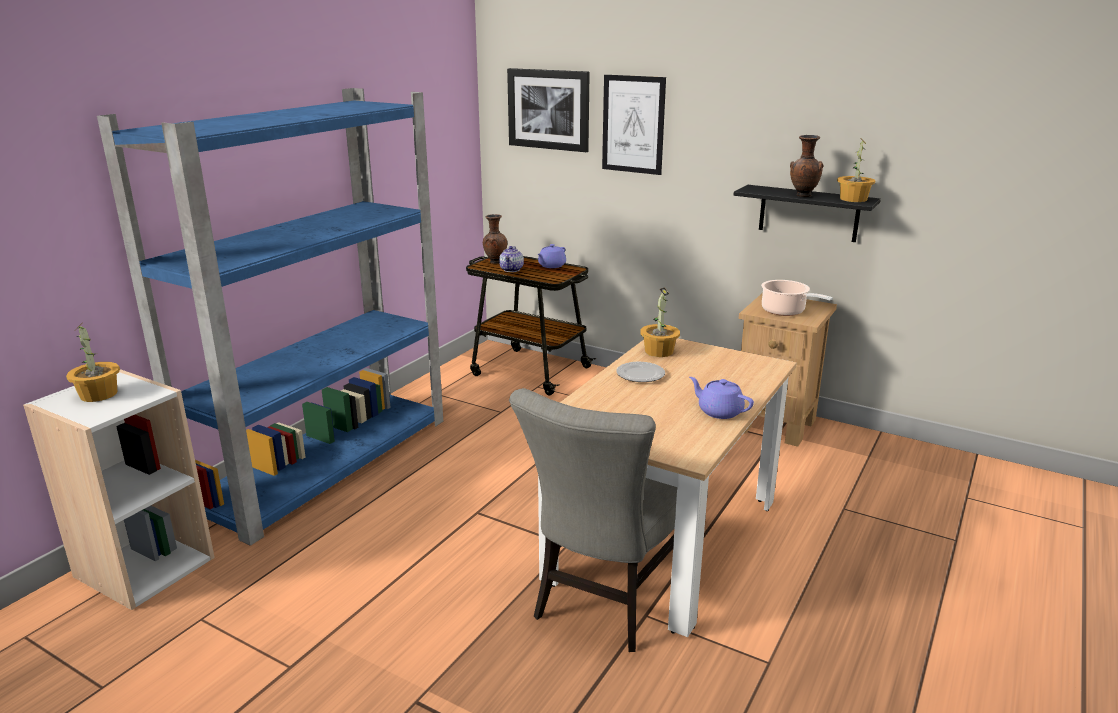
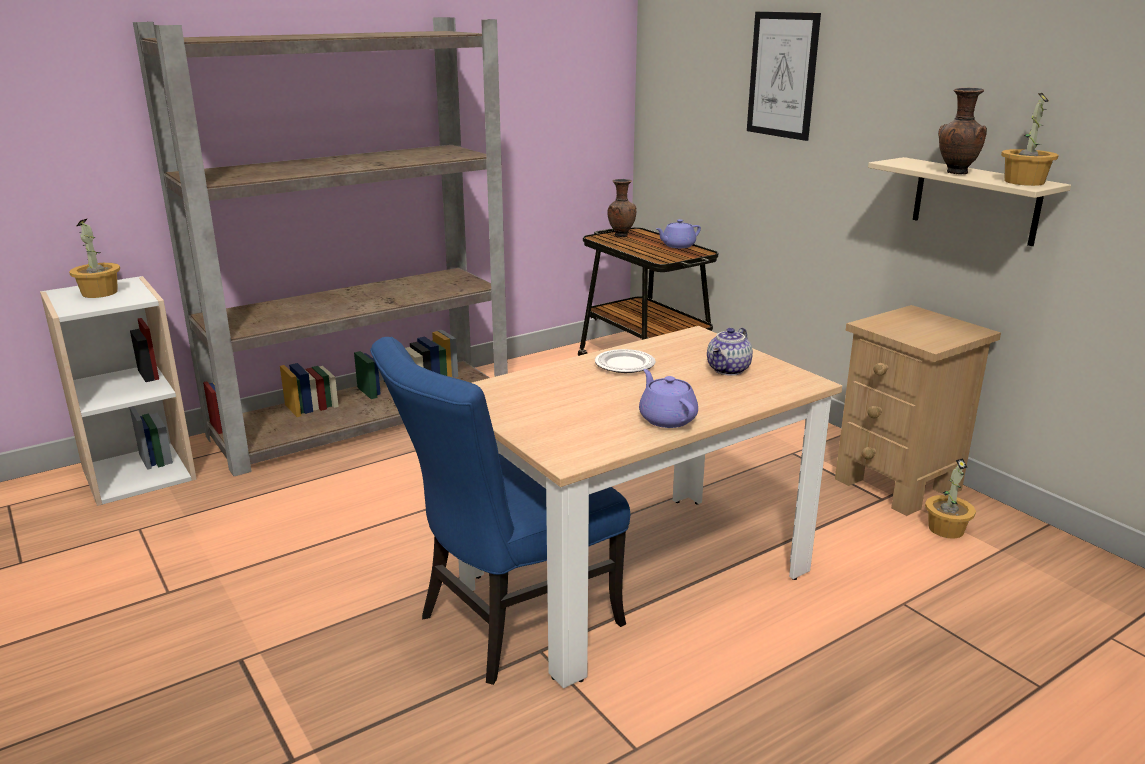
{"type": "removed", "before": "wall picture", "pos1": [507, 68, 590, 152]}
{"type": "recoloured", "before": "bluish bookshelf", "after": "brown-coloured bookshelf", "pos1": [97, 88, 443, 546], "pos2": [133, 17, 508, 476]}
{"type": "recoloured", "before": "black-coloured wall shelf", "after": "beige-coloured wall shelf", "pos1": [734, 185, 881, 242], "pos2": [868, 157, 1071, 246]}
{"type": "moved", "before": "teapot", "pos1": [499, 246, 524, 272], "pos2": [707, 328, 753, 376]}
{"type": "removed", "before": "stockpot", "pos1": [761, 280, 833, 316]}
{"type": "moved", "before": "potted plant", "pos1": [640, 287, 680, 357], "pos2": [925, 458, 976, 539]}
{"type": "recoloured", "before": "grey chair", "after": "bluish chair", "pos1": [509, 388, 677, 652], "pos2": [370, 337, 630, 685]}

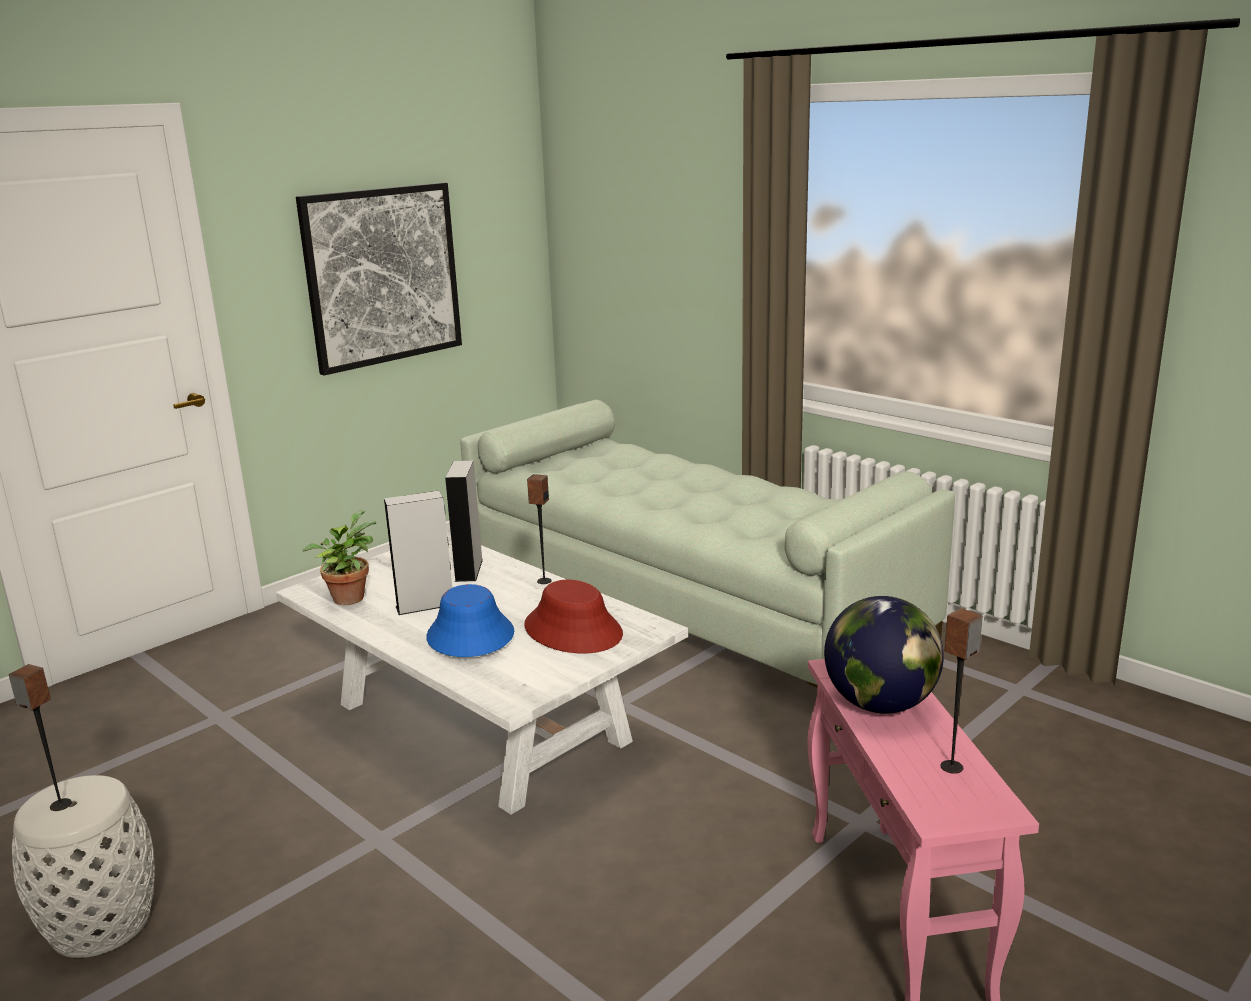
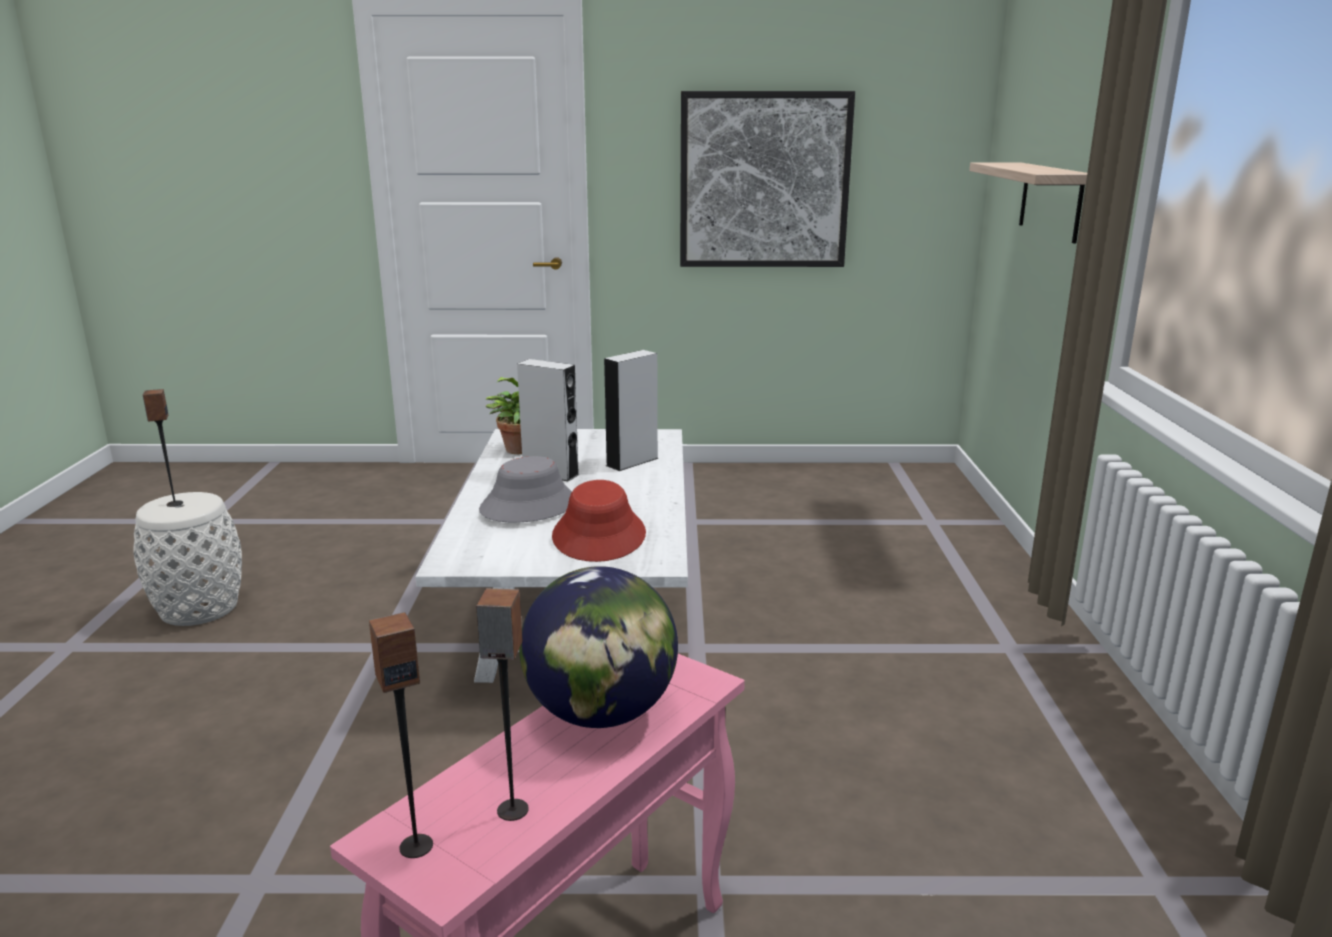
{"type": "removed", "before": "white sofa", "pos1": [460, 400, 955, 687]}
{"type": "moved", "before": "audio speaker", "pos1": [527, 474, 552, 584], "pos2": [369, 612, 433, 858]}
{"type": "recoloured", "before": "bluish clothing hat", "after": "grey clothing hat", "pos1": [426, 584, 514, 657], "pos2": [479, 456, 572, 523]}
{"type": "added", "after": "wall shelf", "pos2": [969, 162, 1087, 243]}

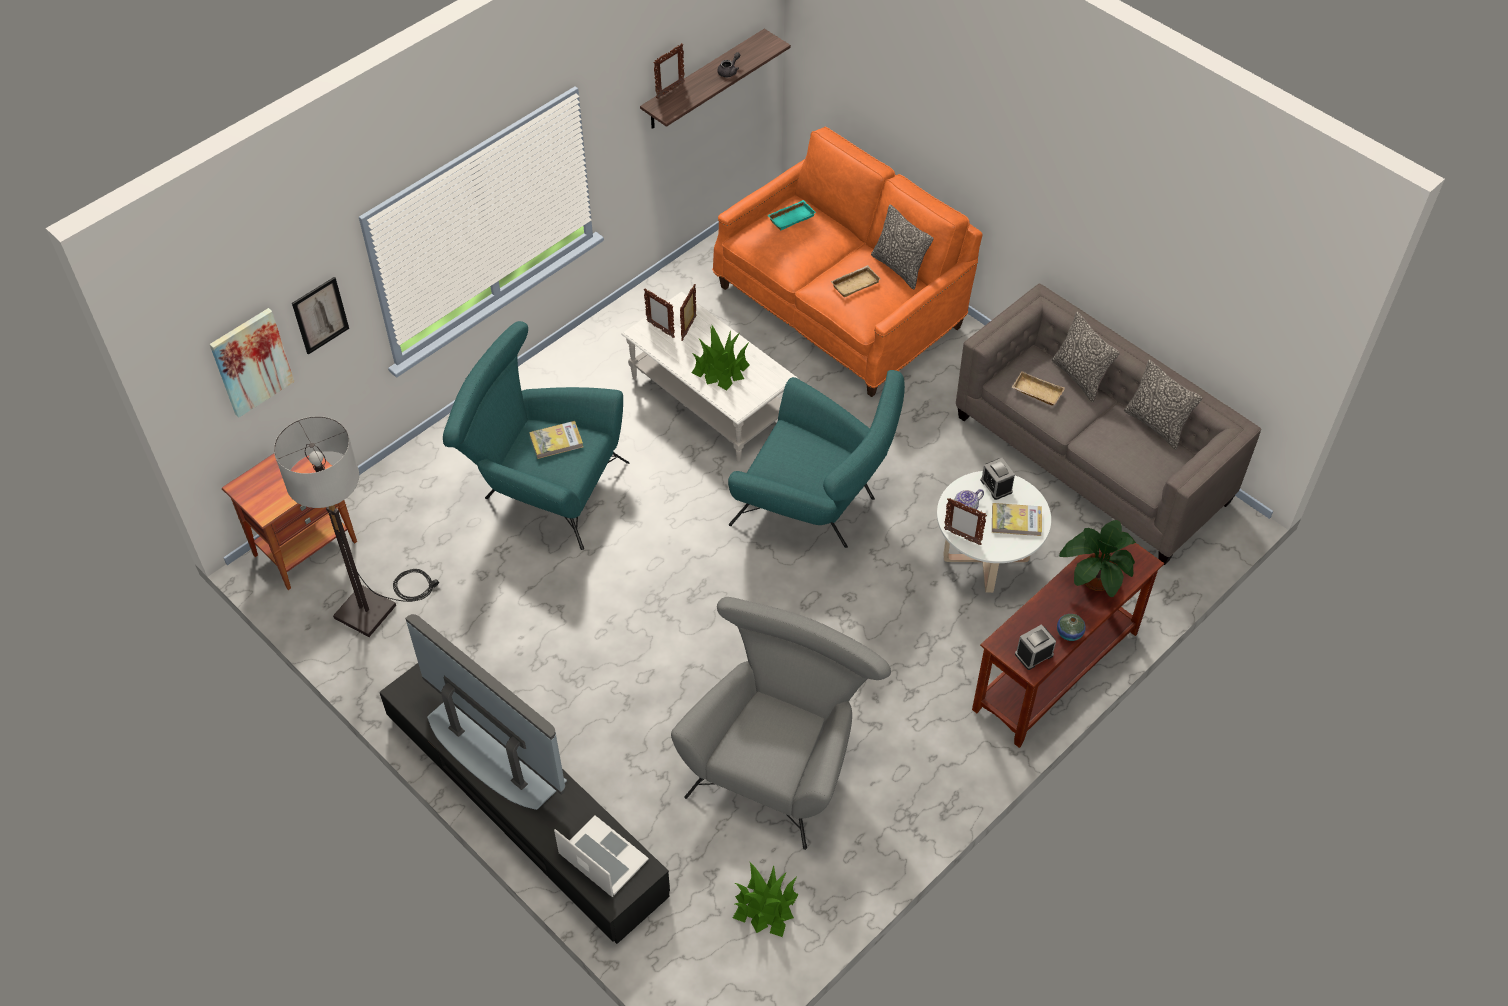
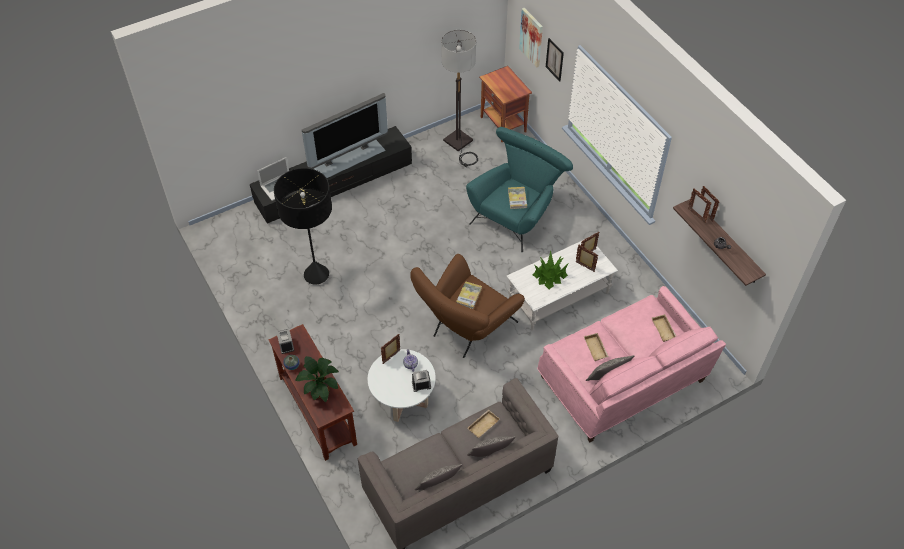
{"type": "recoloured", "before": "orange-coloured sofa", "after": "pink-coloured sofa", "pos1": [712, 127, 982, 397], "pos2": [537, 286, 726, 442]}
{"type": "recoloured", "before": "blue-green tray", "after": "beige-coloured tray", "pos1": [767, 200, 816, 230], "pos2": [652, 314, 676, 342]}
{"type": "recoloured", "before": "blue-green armchair", "after": "brown-coloured armchair", "pos1": [728, 370, 905, 548], "pos2": [410, 254, 525, 358]}
{"type": "moved", "before": "volume", "pos1": [992, 503, 1042, 536], "pos2": [456, 281, 482, 309]}
{"type": "replaced", "before": "grey armchair", "after": "black-coloured standing lamp", "pos1": [671, 597, 891, 850], "pos2": [274, 168, 332, 285]}
{"type": "removed", "before": "potted plant", "pos1": [733, 861, 798, 937]}
{"type": "added", "after": "standing frame", "pos2": [688, 188, 712, 223]}

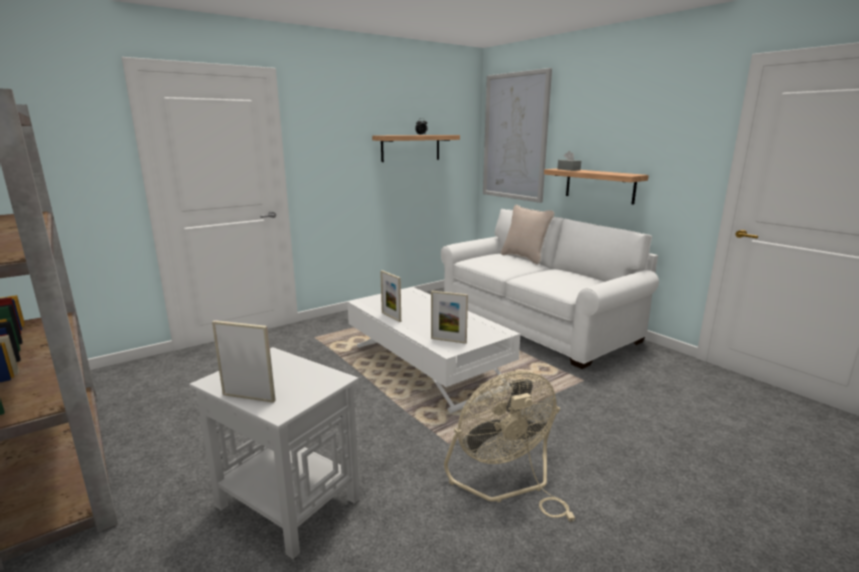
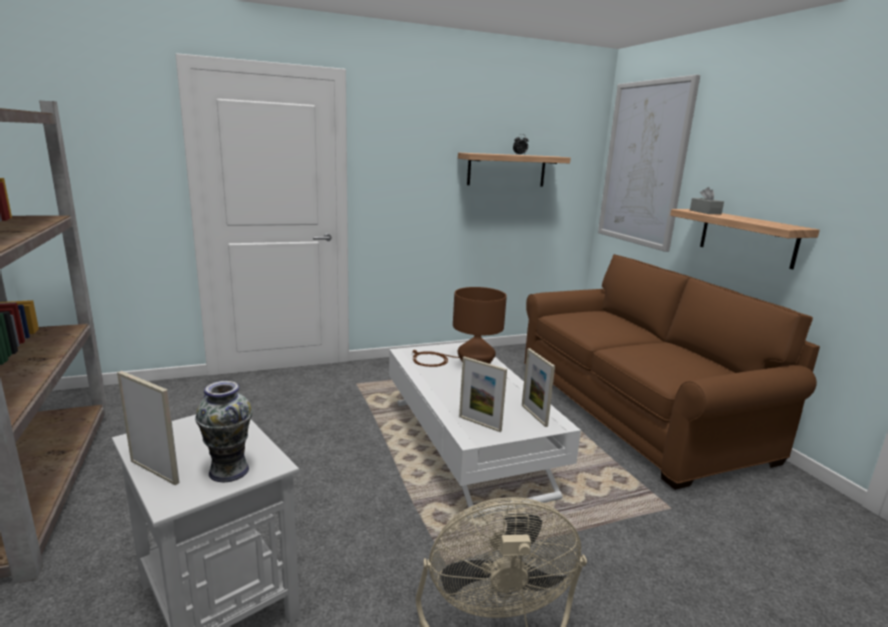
{"type": "removed", "before": "beige-coloured pillow", "pos1": [501, 205, 554, 264]}
{"type": "recoloured", "before": "white sofa", "after": "brown-coloured sofa", "pos1": [441, 209, 659, 369], "pos2": [524, 254, 820, 490]}
{"type": "moved", "before": "standing frame", "pos1": [380, 270, 401, 322], "pos2": [522, 348, 555, 427]}
{"type": "added", "after": "brown-coloured tabletop lamp", "pos2": [413, 287, 507, 367]}
{"type": "added", "after": "vase", "pos2": [195, 381, 253, 482]}

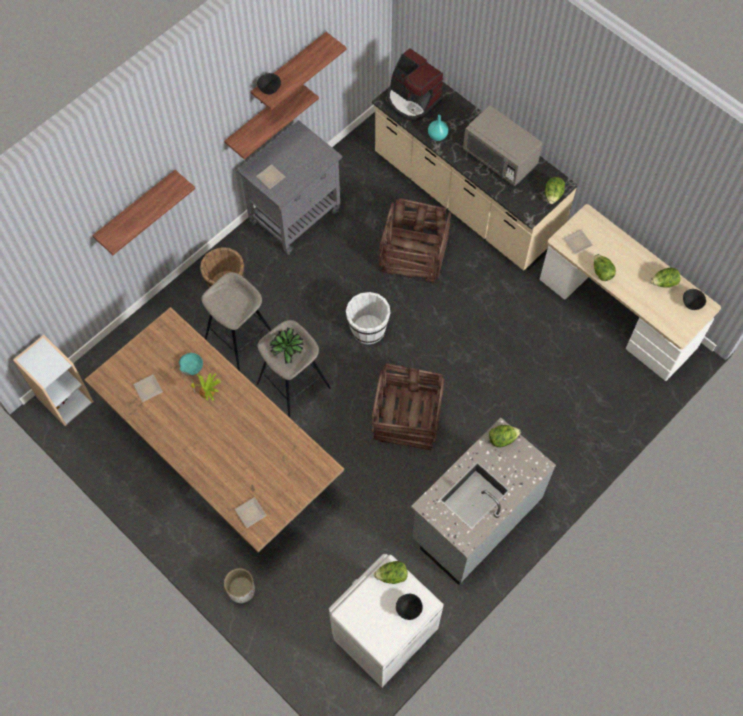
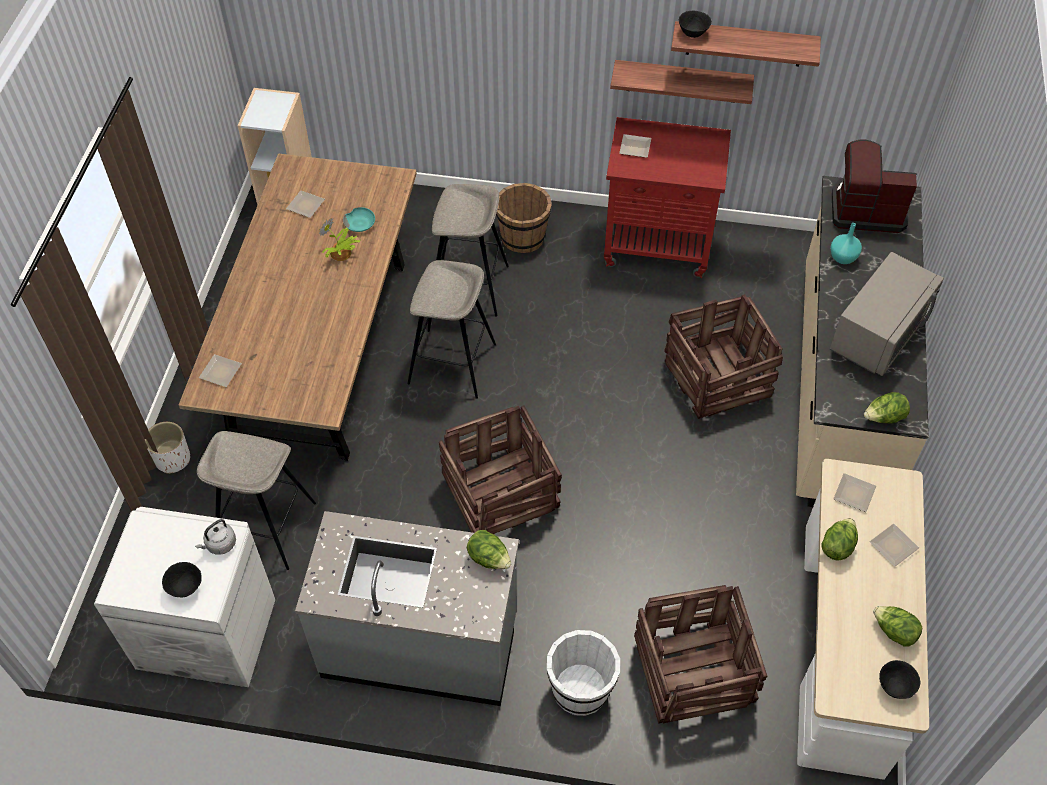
{"type": "turned", "before": "coffee machine", "pos1": [387, 48, 443, 121], "pos2": [832, 140, 917, 233], "turn": 90}
{"type": "turned", "before": "grey microwave oven", "pos1": [463, 105, 542, 186], "pos2": [830, 252, 944, 376], "turn": -150}
{"type": "recoloured", "before": "grey trolley", "after": "reddish trolley", "pos1": [237, 120, 342, 255], "pos2": [604, 117, 731, 278]}
{"type": "removed", "before": "wall shelf", "pos1": [92, 170, 195, 255]}
{"type": "moved", "before": "white pail", "pos1": [346, 292, 391, 344], "pos2": [547, 630, 620, 716]}
{"type": "removed", "before": "potted plant", "pos1": [270, 327, 304, 364]}
{"type": "replaced", "before": "lettuce", "after": "grey tea kettle", "pos1": [374, 561, 408, 584], "pos2": [195, 519, 236, 555]}
{"type": "added", "after": "grey stool seat", "pos2": [197, 431, 316, 570]}
{"type": "added", "after": "plate", "pos2": [870, 524, 919, 567]}
{"type": "added", "after": "packing crate", "pos2": [634, 585, 767, 724]}

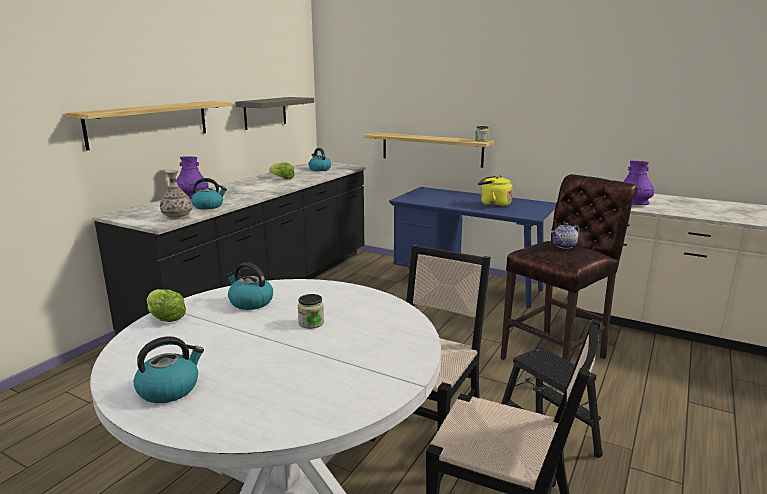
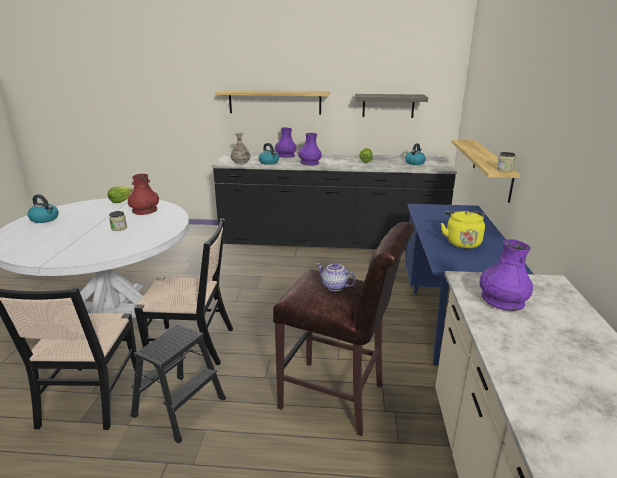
{"type": "replaced", "before": "tea kettle", "after": "reddish vase", "pos1": [227, 262, 273, 310], "pos2": [128, 174, 159, 215]}
{"type": "added", "after": "purple vase", "pos2": [298, 133, 322, 165]}

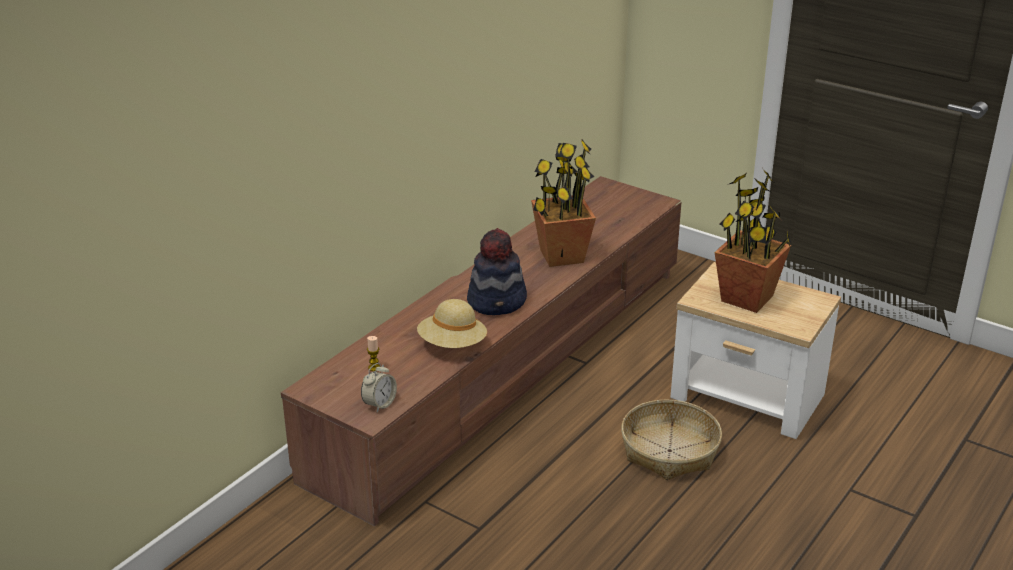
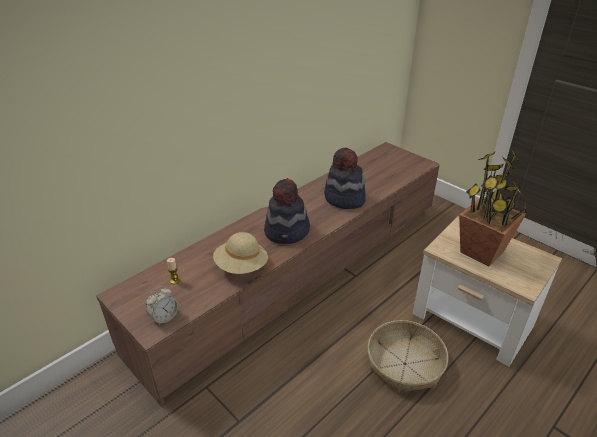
{"type": "replaced", "before": "potted plant", "after": "clothing hat", "pos1": [531, 139, 596, 267], "pos2": [324, 148, 366, 209]}

